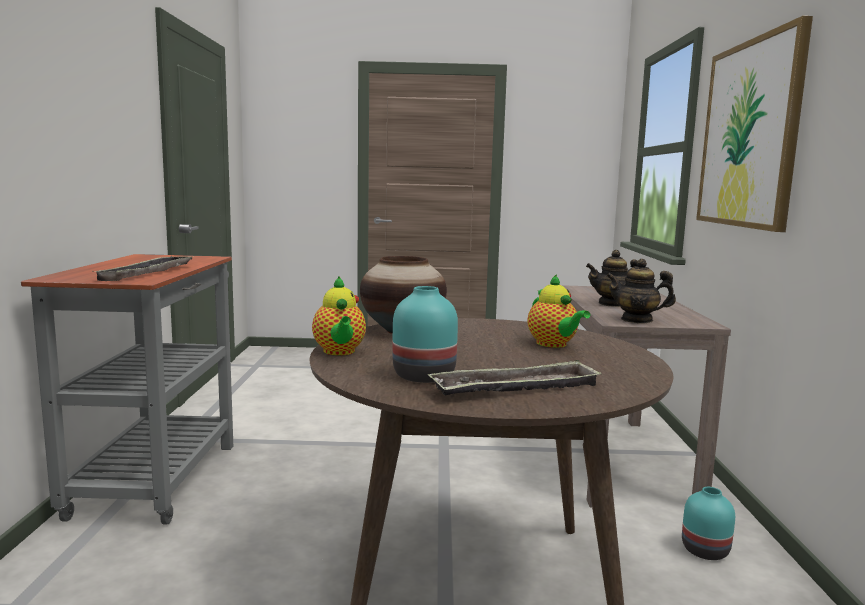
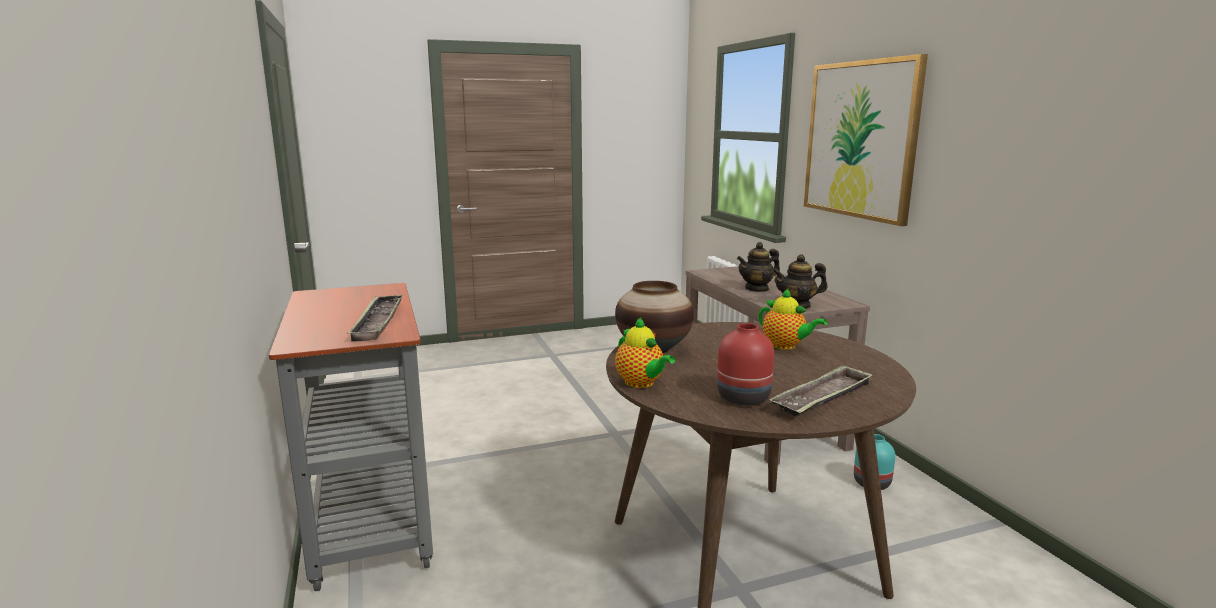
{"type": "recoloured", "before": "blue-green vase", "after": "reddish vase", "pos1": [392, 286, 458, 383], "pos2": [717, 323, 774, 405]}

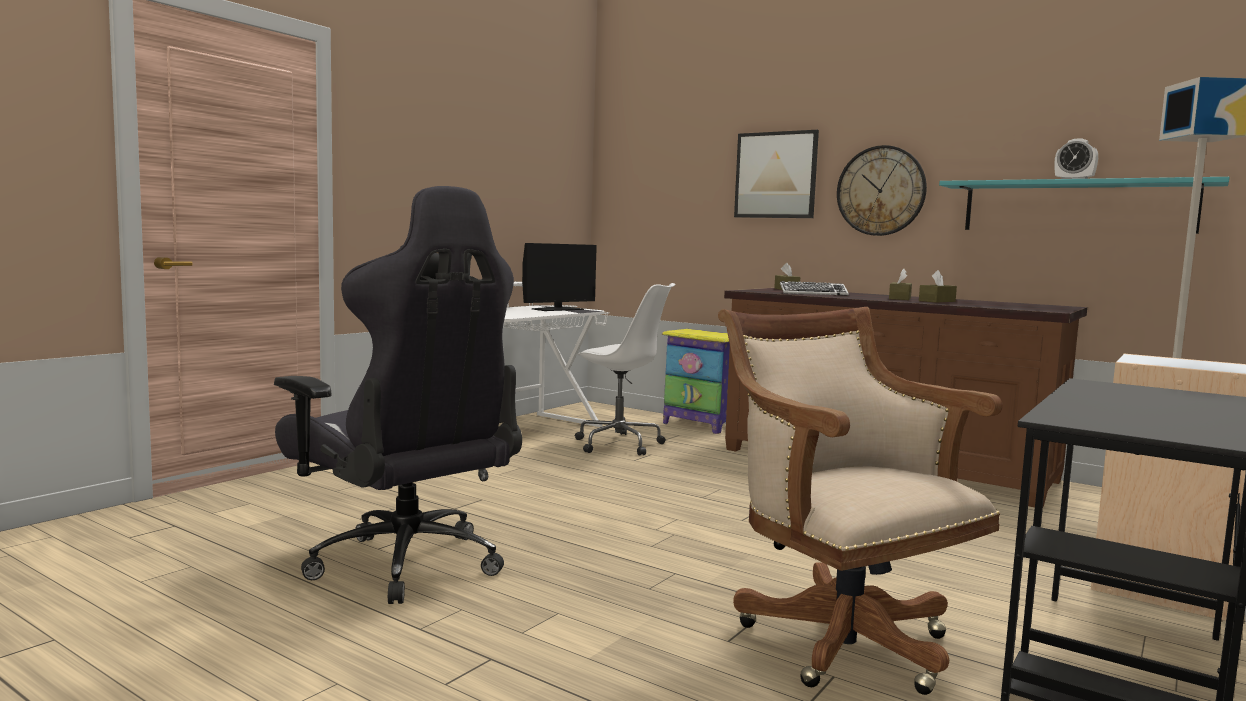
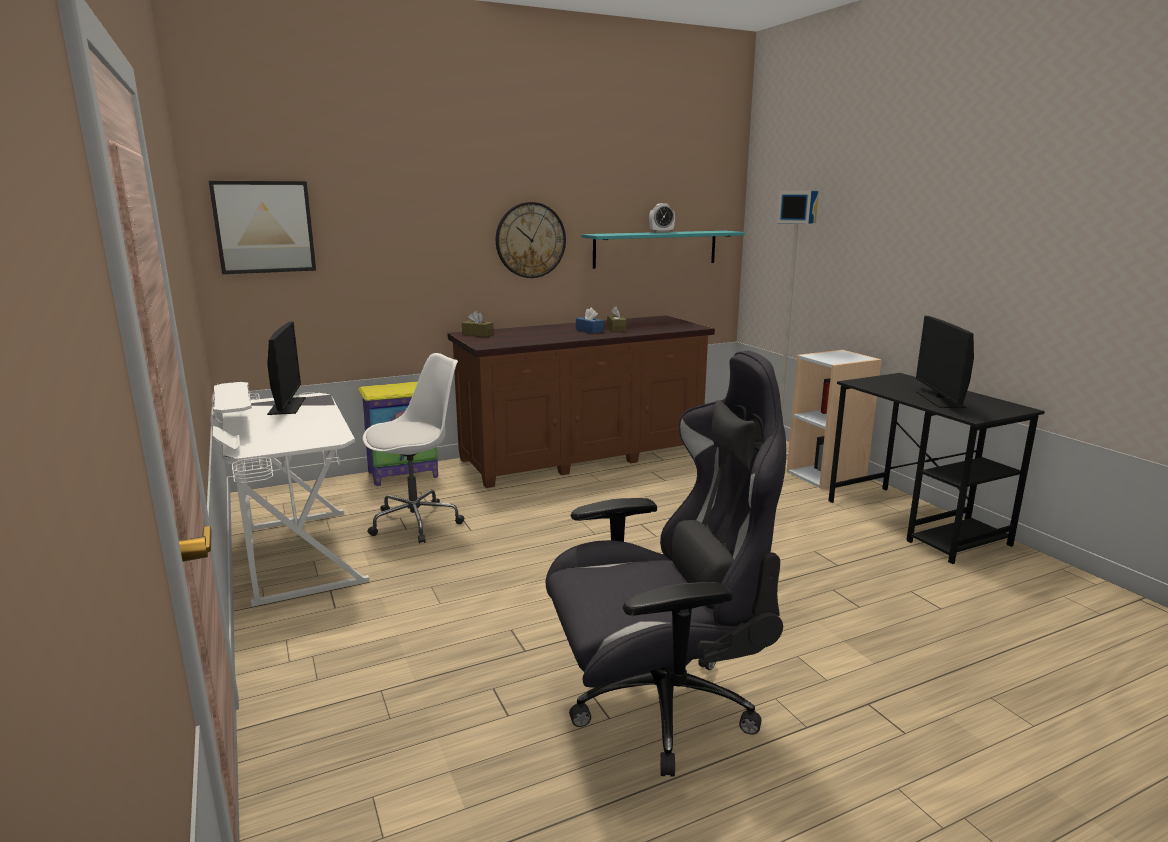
{"type": "moved", "before": "wall picture", "pos1": [734, 130, 819, 218], "pos2": [209, 181, 316, 274]}
{"type": "recoloured", "before": "brown-coloured tissue holder", "after": "bluish tissue holder", "pos1": [889, 269, 912, 300], "pos2": [576, 307, 604, 334]}
{"type": "removed", "before": "computer keyboard", "pos1": [780, 281, 849, 296]}
{"type": "removed", "before": "desk chair", "pos1": [718, 307, 1003, 695]}
{"type": "added", "after": "computer screen", "pos2": [916, 316, 974, 408]}

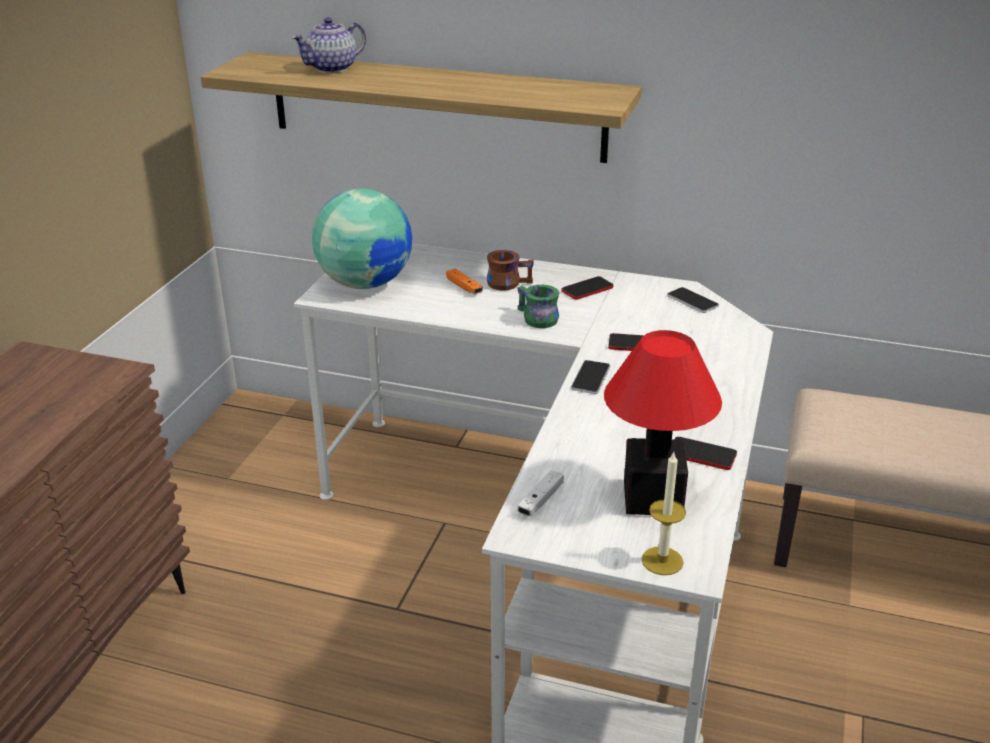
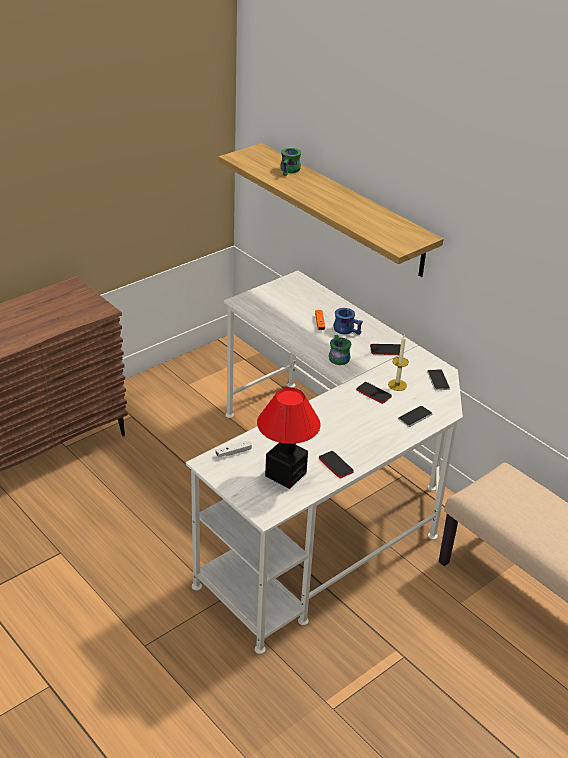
{"type": "replaced", "before": "teapot", "after": "green-coloured coffee mug", "pos1": [292, 17, 366, 73], "pos2": [280, 148, 301, 176]}
{"type": "removed", "before": "world globe", "pos1": [312, 189, 412, 289]}
{"type": "recoloured", "before": "brown-coloured coffee mug", "after": "bluish coffee mug", "pos1": [487, 250, 534, 290], "pos2": [333, 308, 363, 335]}
{"type": "moved", "before": "telephone", "pos1": [571, 360, 610, 394], "pos2": [398, 406, 432, 427]}
{"type": "moved", "before": "wax light", "pos1": [642, 452, 686, 575], "pos2": [388, 335, 409, 391]}

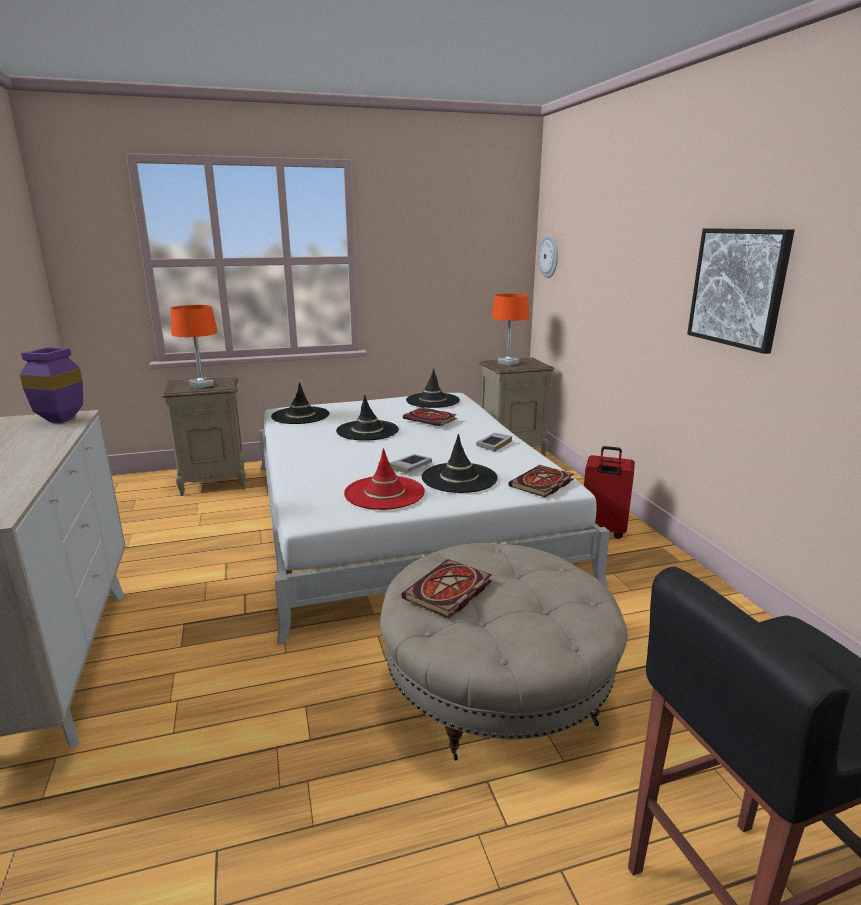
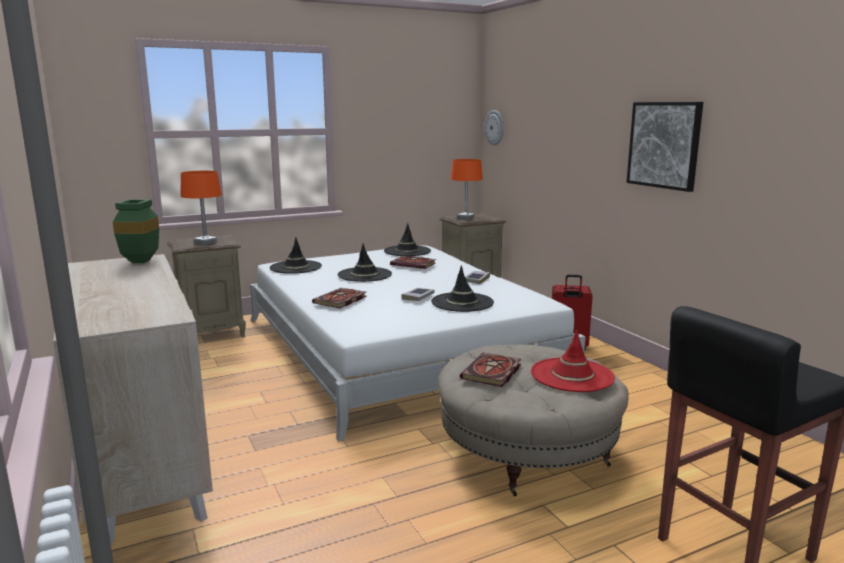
{"type": "recoloured", "before": "purple vase", "after": "green-coloured vase", "pos1": [20, 347, 83, 423], "pos2": [113, 199, 159, 263]}
{"type": "moved", "before": "reddish clothing hat", "pos1": [344, 448, 425, 510], "pos2": [531, 329, 615, 392]}
{"type": "moved", "before": "volume", "pos1": [509, 465, 574, 498], "pos2": [312, 288, 367, 308]}

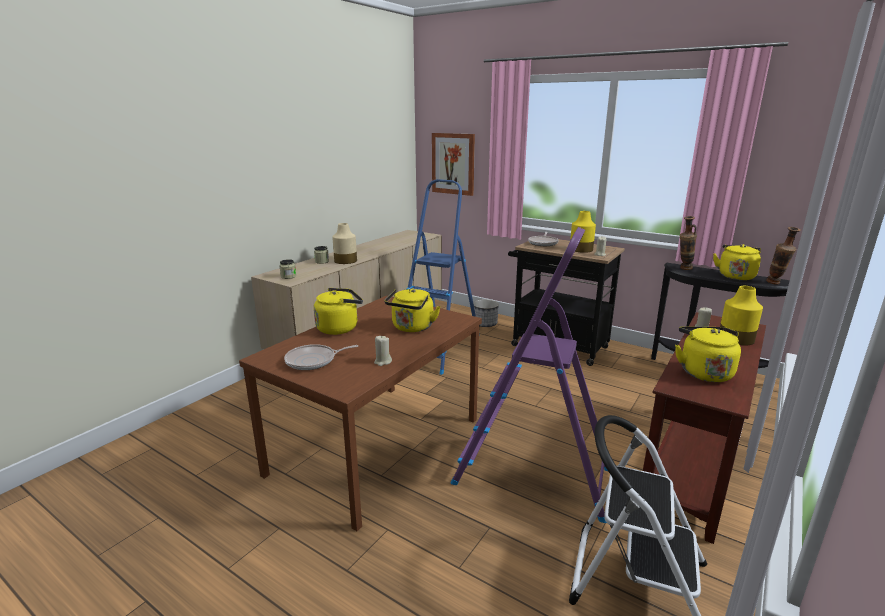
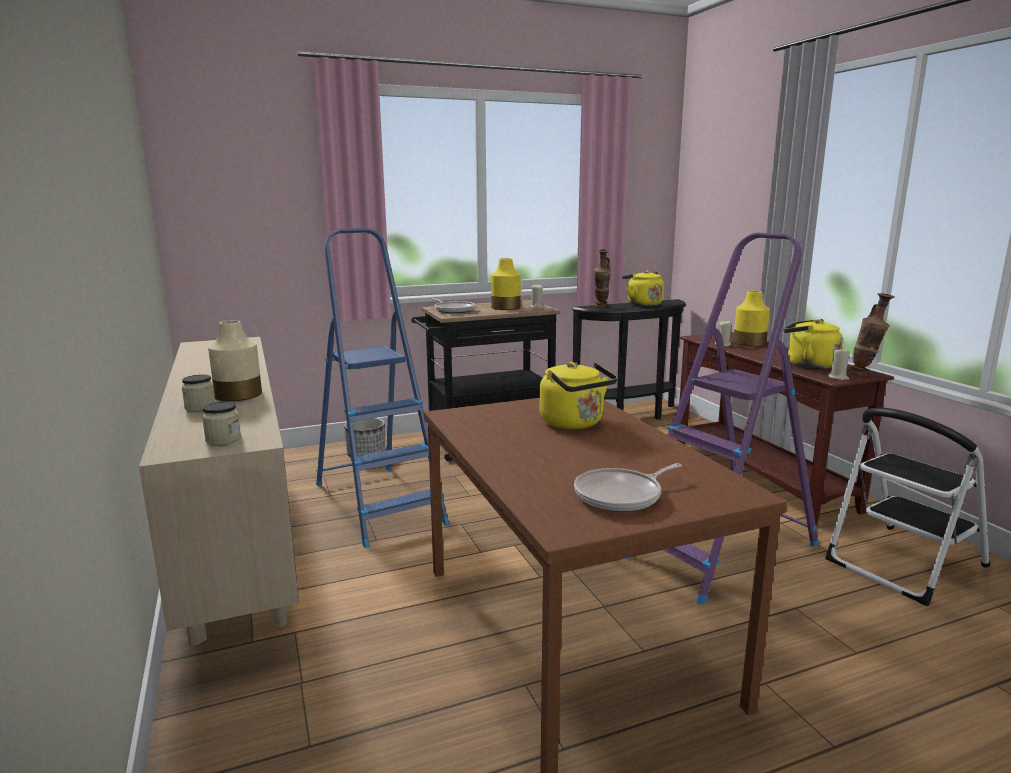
{"type": "removed", "before": "wall picture", "pos1": [432, 133, 475, 196]}
{"type": "moved", "before": "vase", "pos1": [766, 227, 801, 285], "pos2": [849, 293, 894, 377]}
{"type": "removed", "before": "yellowish tea kettle", "pos1": [314, 288, 363, 335]}
{"type": "moved", "before": "beige-coloured wax light", "pos1": [374, 335, 392, 366], "pos2": [828, 347, 850, 380]}
{"type": "turned", "before": "frying pan", "pos1": [284, 344, 358, 370], "pos2": [574, 463, 682, 512], "turn": 45}

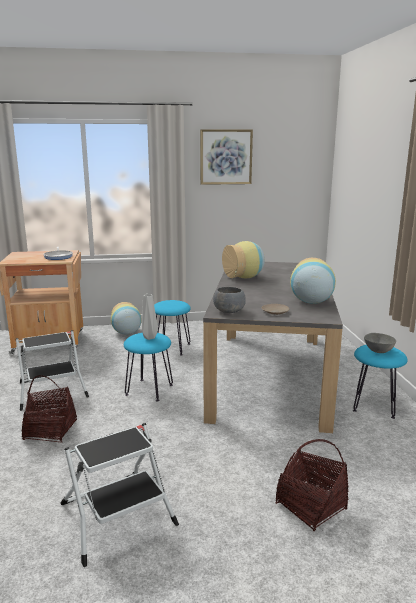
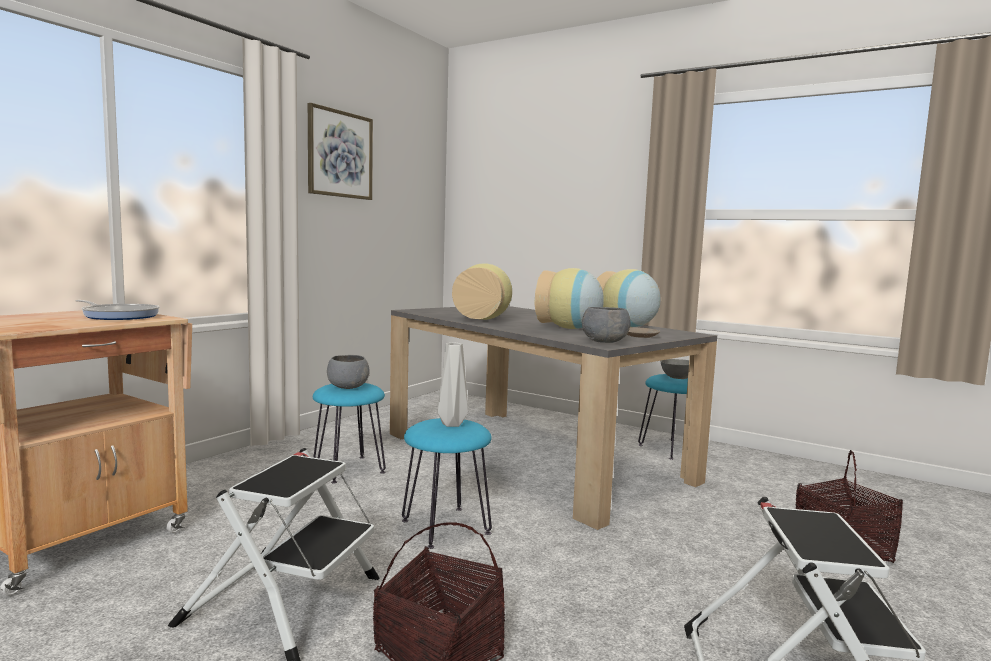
{"type": "moved", "before": "vase", "pos1": [111, 302, 142, 334], "pos2": [535, 268, 604, 329]}
{"type": "added", "after": "grey bowl", "pos2": [327, 355, 370, 389]}

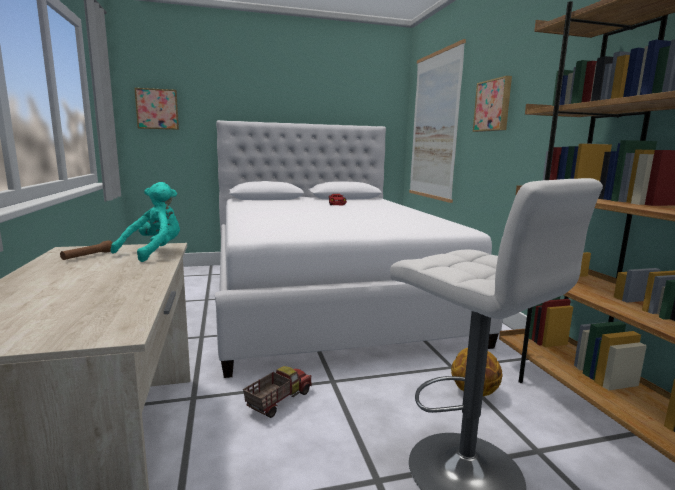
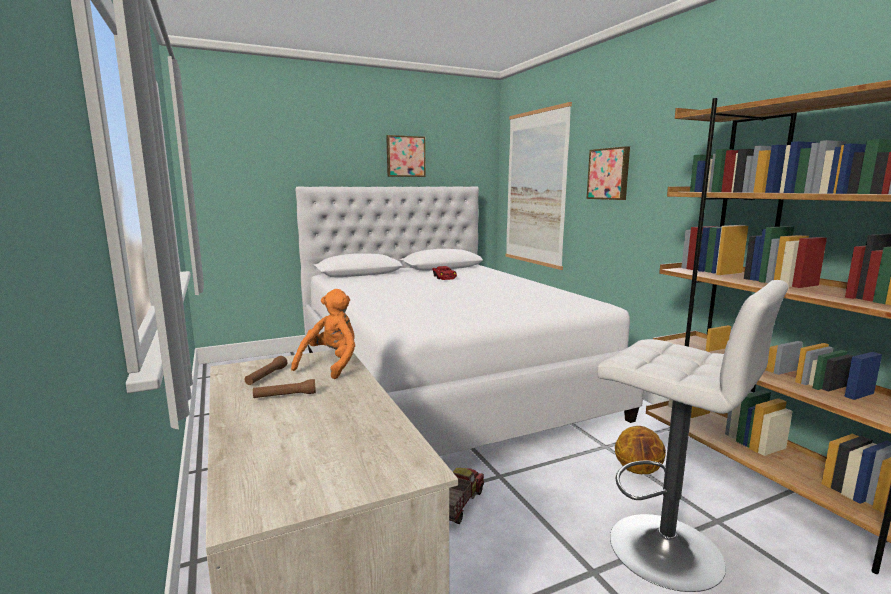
{"type": "moved", "before": "wall picture", "pos1": [134, 88, 179, 130], "pos2": [386, 135, 426, 177]}
{"type": "recoloured", "before": "blue-green cuddly toy", "after": "orange-coloured cuddly toy", "pos1": [111, 182, 180, 262], "pos2": [291, 289, 355, 379]}
{"type": "added", "after": "brown-coloured hand torch", "pos2": [253, 379, 316, 398]}

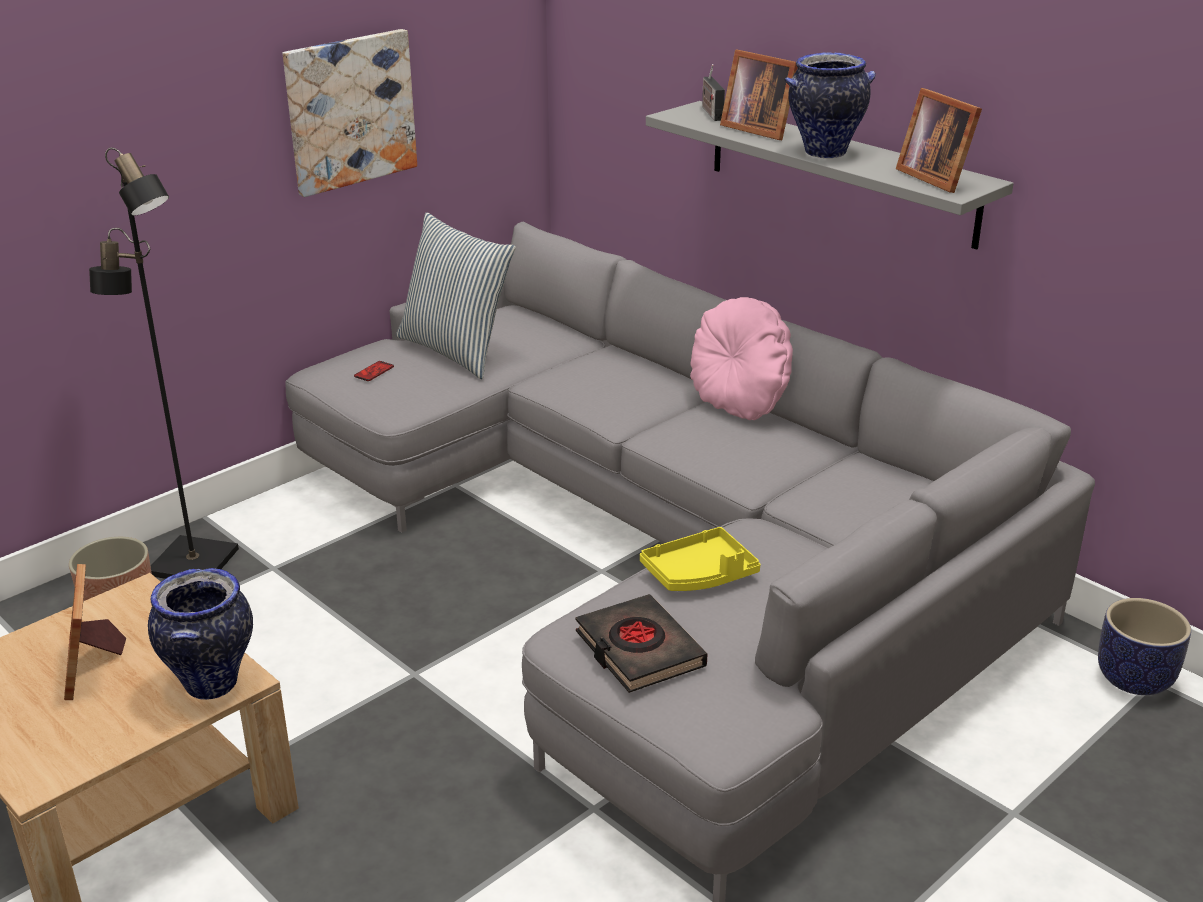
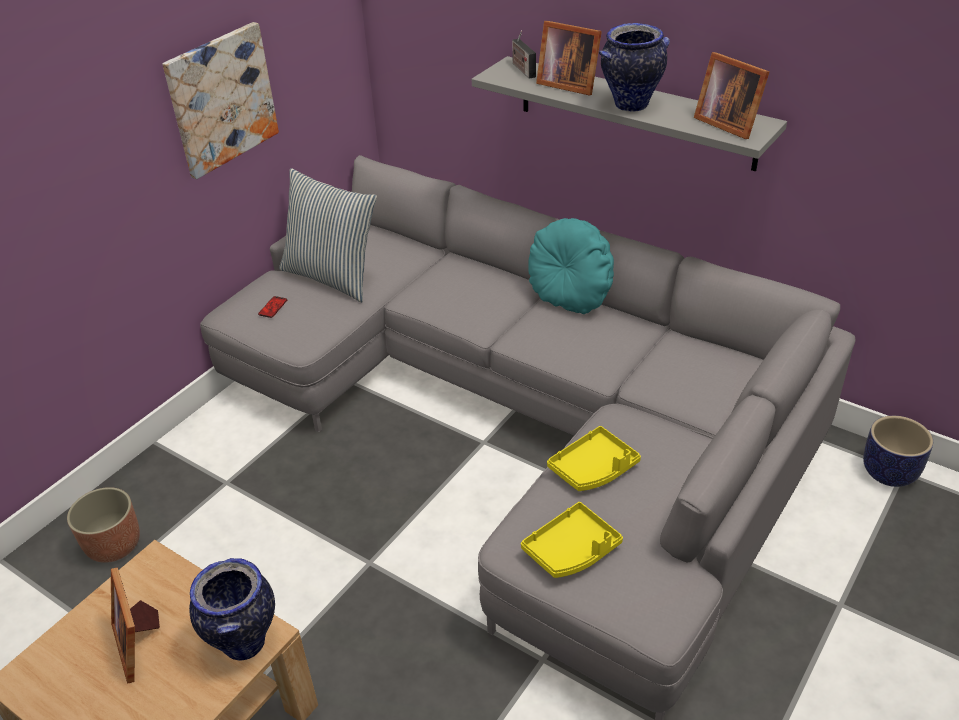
{"type": "removed", "before": "black-coloured standing lamp", "pos1": [89, 148, 239, 579]}
{"type": "recoloured", "before": "pink-coloured pillow", "after": "blue-green pillow", "pos1": [690, 297, 793, 420], "pos2": [528, 218, 614, 314]}
{"type": "replaced", "before": "black-coloured volume", "after": "yellowish tray", "pos1": [575, 594, 707, 693], "pos2": [521, 502, 623, 578]}

